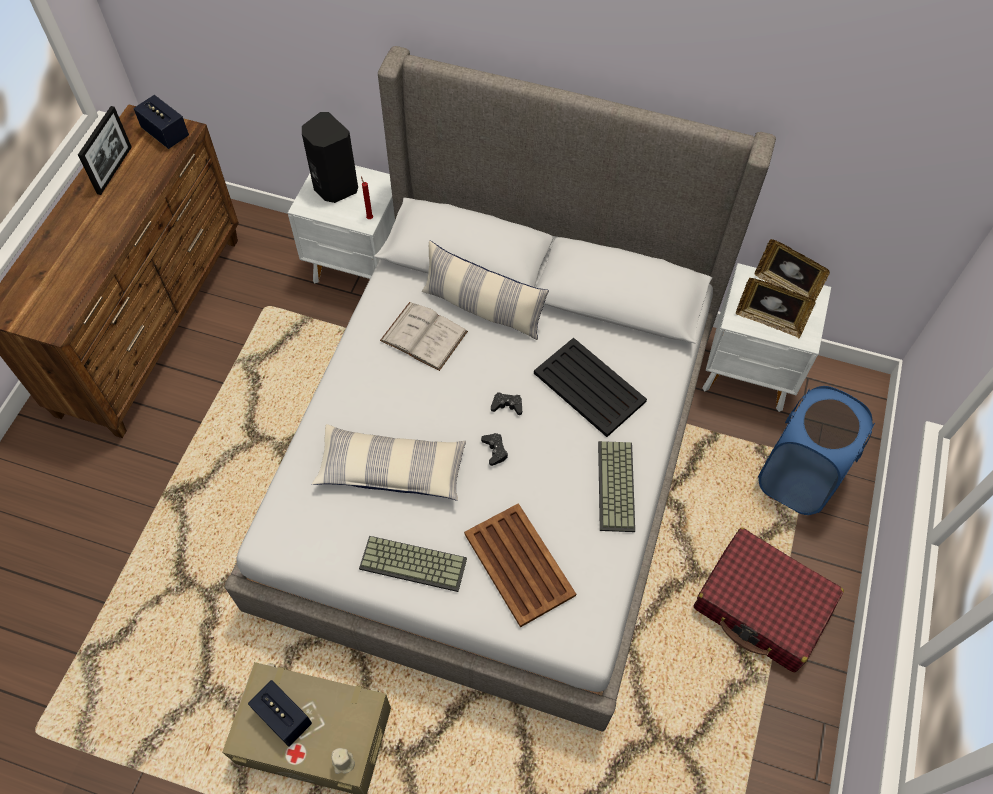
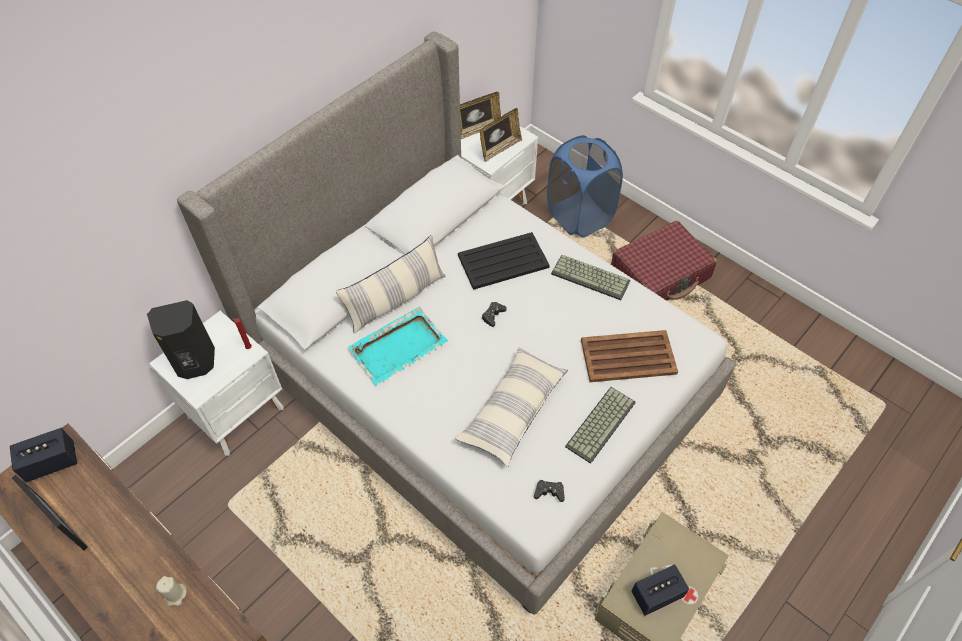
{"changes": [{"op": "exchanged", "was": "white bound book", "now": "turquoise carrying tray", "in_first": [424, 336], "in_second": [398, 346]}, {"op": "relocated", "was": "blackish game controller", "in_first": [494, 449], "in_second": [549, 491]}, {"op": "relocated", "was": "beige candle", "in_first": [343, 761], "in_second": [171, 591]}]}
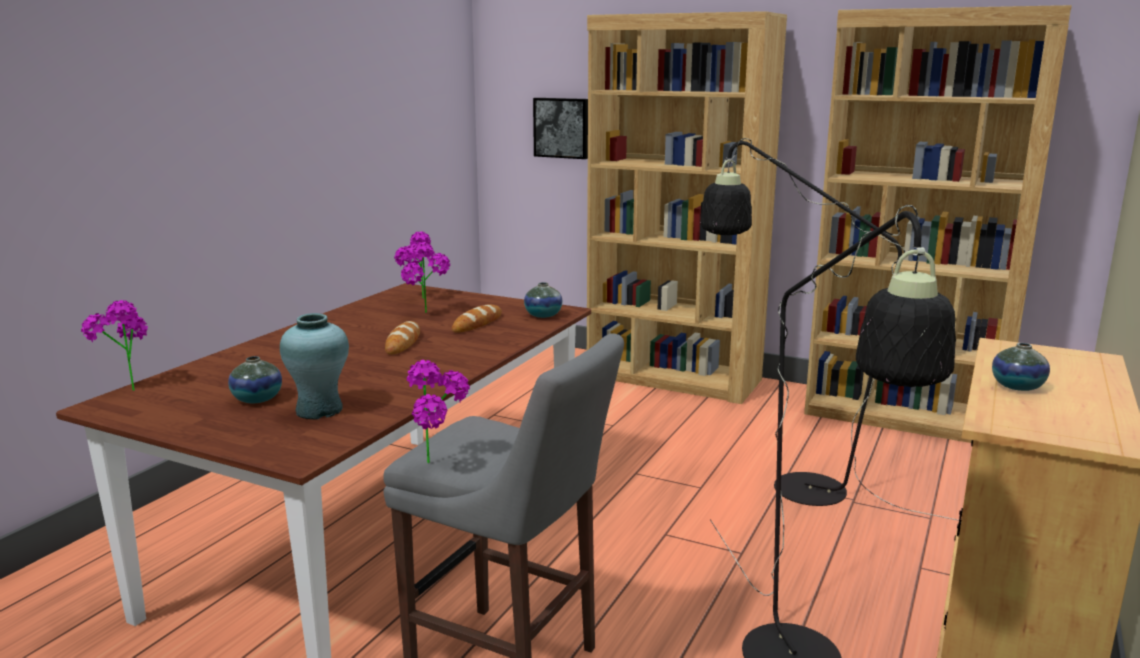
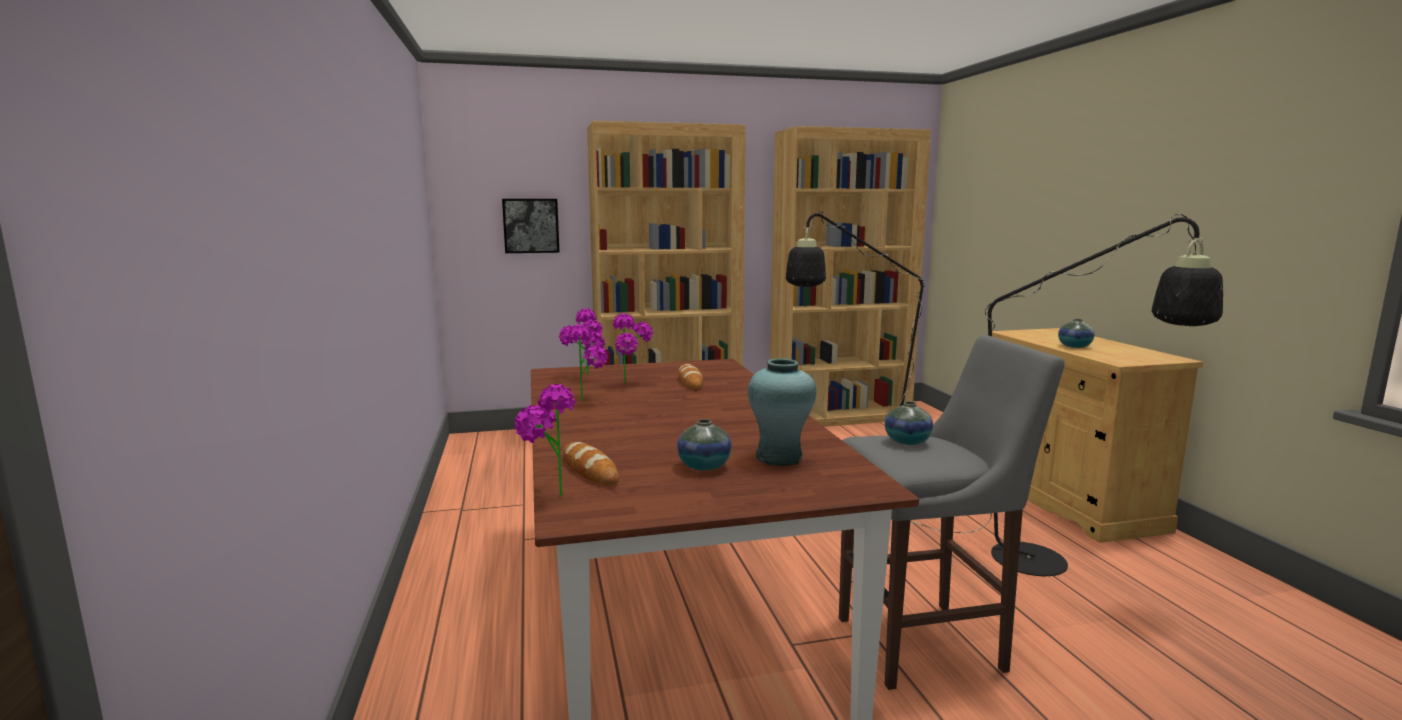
{"changes": [{"op": "relocated", "was": "decorative vase", "in_first": [543, 300], "in_second": [909, 423]}, {"op": "relocated", "was": "baked bread", "in_first": [402, 338], "in_second": [591, 464]}, {"op": "relocated", "was": "potted plant", "in_first": [438, 411], "in_second": [587, 362]}]}
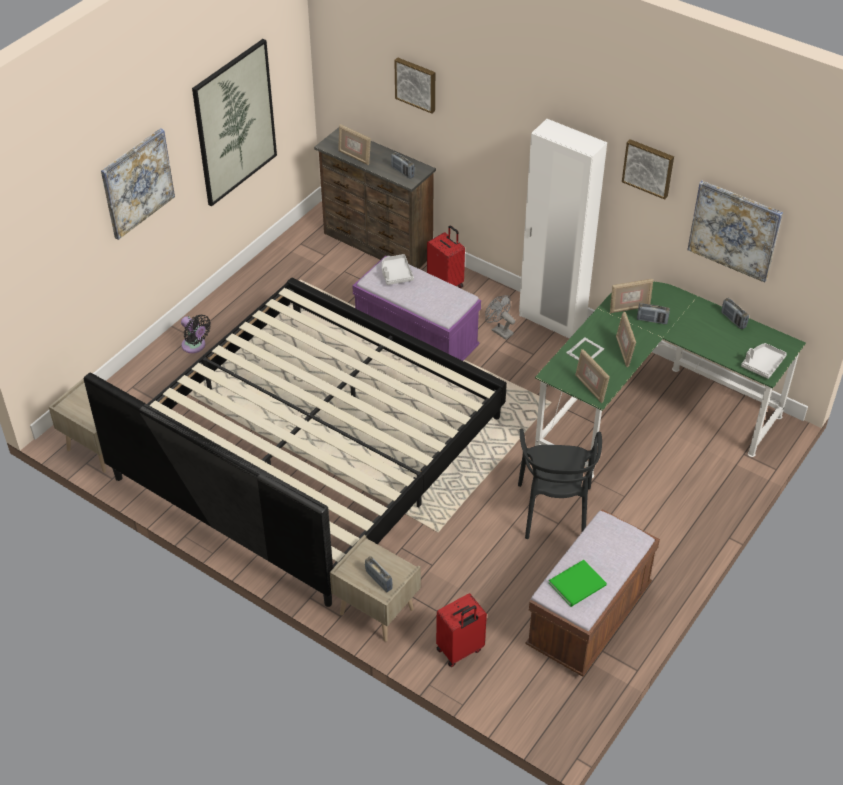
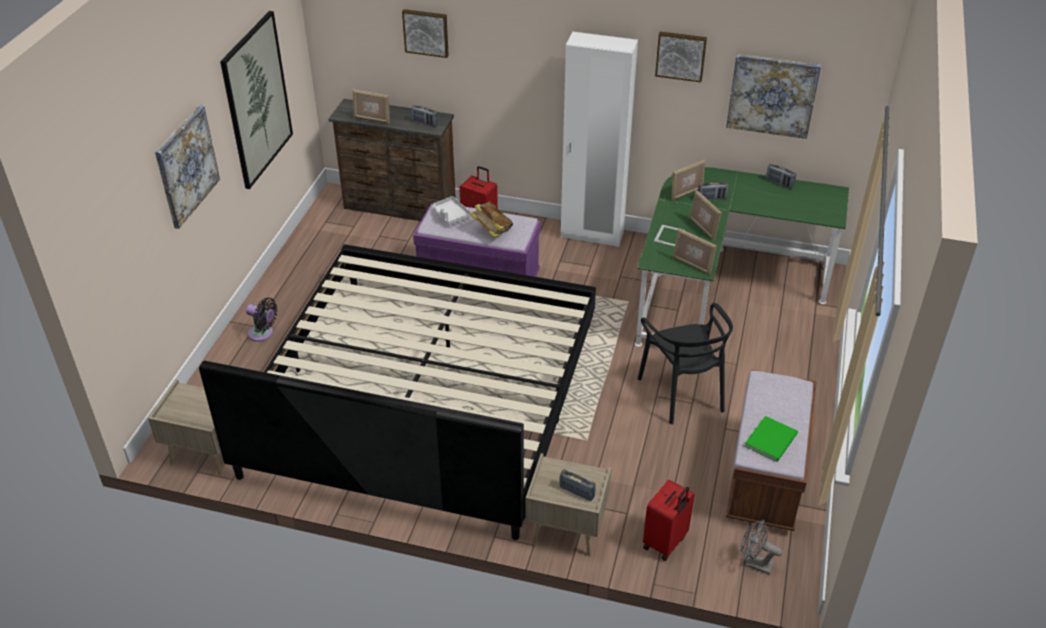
{"changes": [{"op": "relocated", "was": "gray electric fan", "in_first": [500, 317], "in_second": [762, 547]}, {"op": "missing", "was": "gray carrying tray", "in_first": [764, 361]}, {"op": "appeared", "now": "bound book", "in_second": [491, 220]}]}
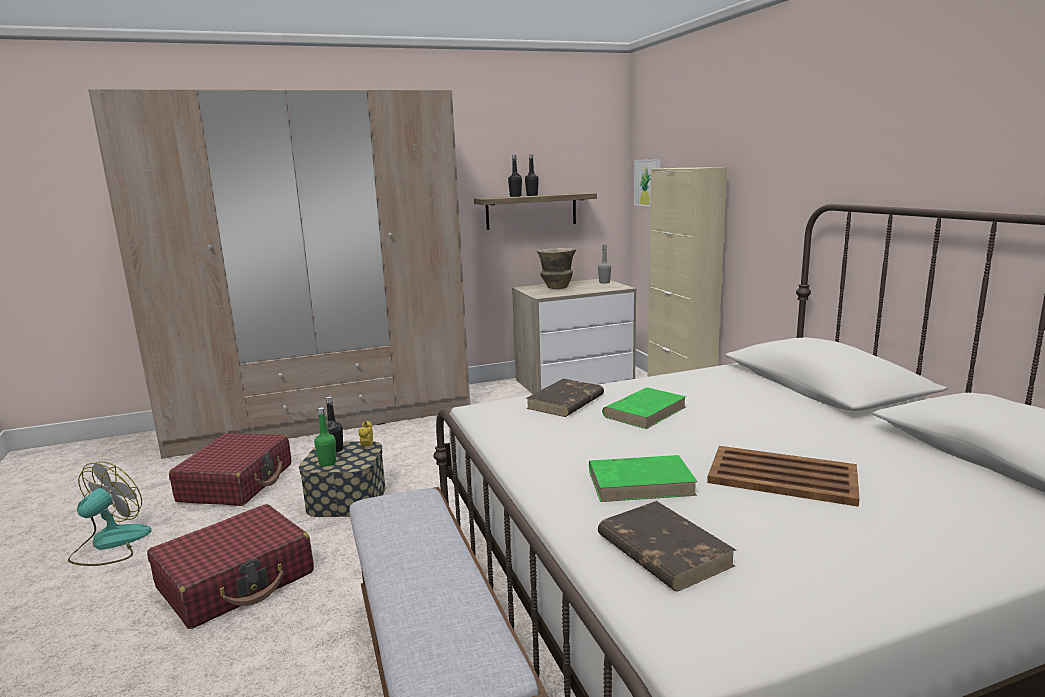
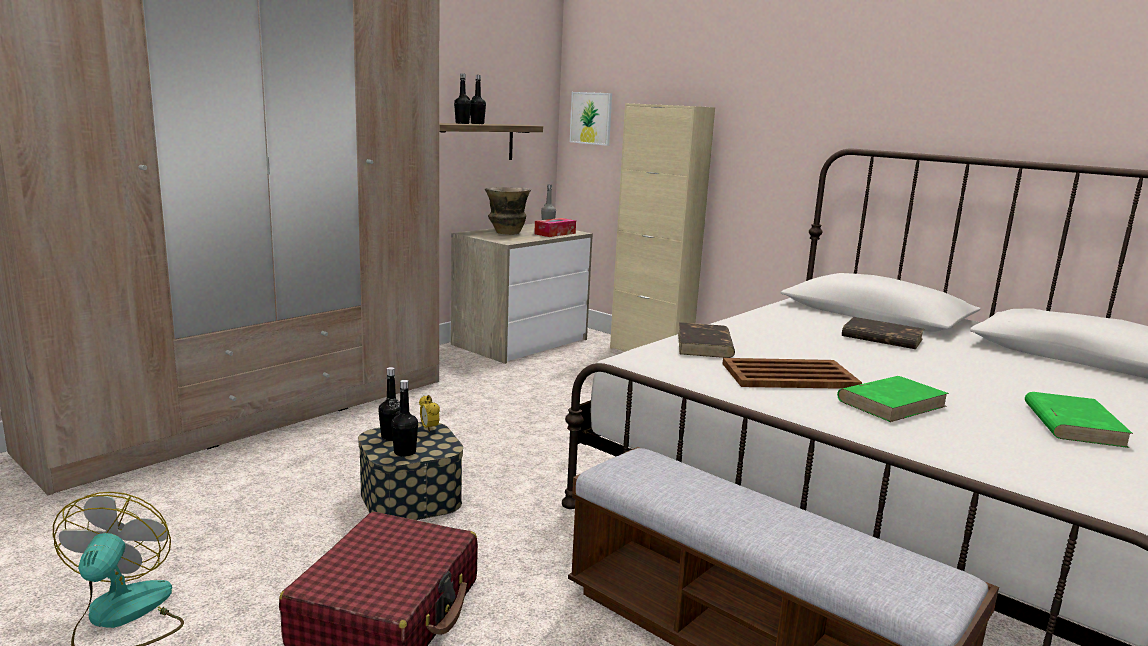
{"changes": [{"op": "relocated", "was": "green-coloured bound book", "in_first": [644, 408], "in_second": [1079, 420]}, {"op": "colour", "was": "green-coloured drink bottle", "now": "blackish drink bottle", "in_first": [325, 437], "in_second": [404, 418]}, {"op": "missing", "was": "reddish suitcase", "in_first": [230, 469]}, {"op": "relocated", "was": "brown carrying tray", "in_first": [783, 476], "in_second": [792, 373]}, {"op": "relocated", "was": "brown bound book", "in_first": [667, 546], "in_second": [883, 333]}, {"op": "appeared", "now": "tissue holder", "in_second": [555, 227]}]}
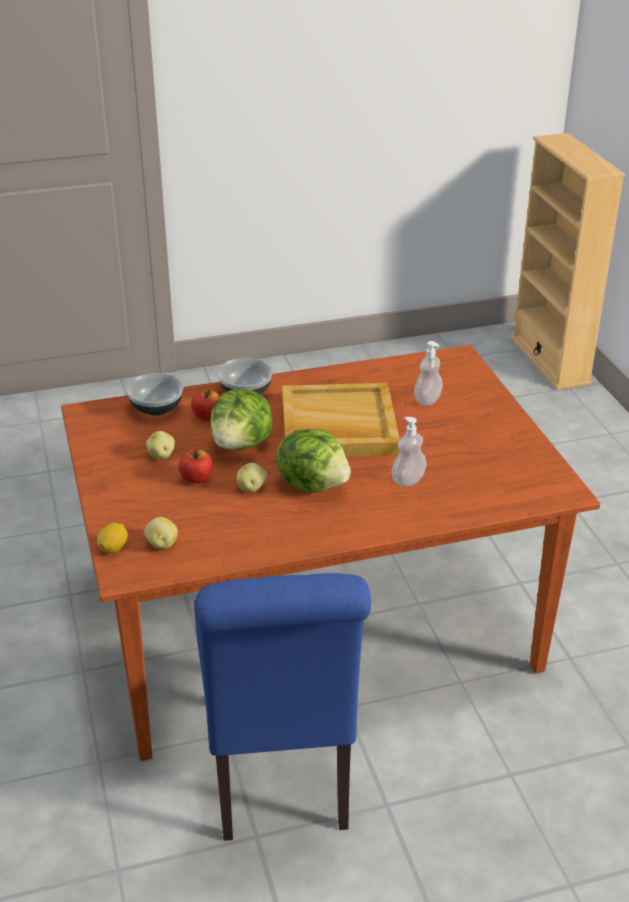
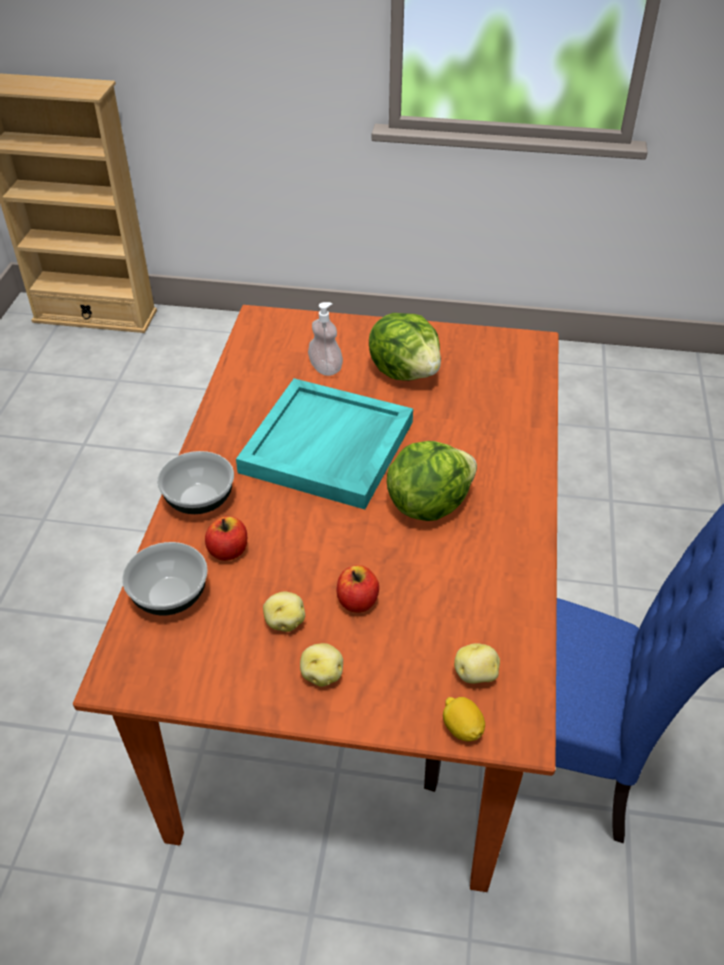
{"changes": [{"op": "colour", "was": "beige carrying tray", "now": "turquoise carrying tray", "in_first": [341, 420], "in_second": [324, 444]}, {"op": "relocated", "was": "lettuce head", "in_first": [241, 419], "in_second": [405, 347]}, {"op": "missing", "was": "liquid soap bottle", "in_first": [409, 452]}, {"op": "relocated", "was": "whole potato", "in_first": [252, 477], "in_second": [321, 665]}]}
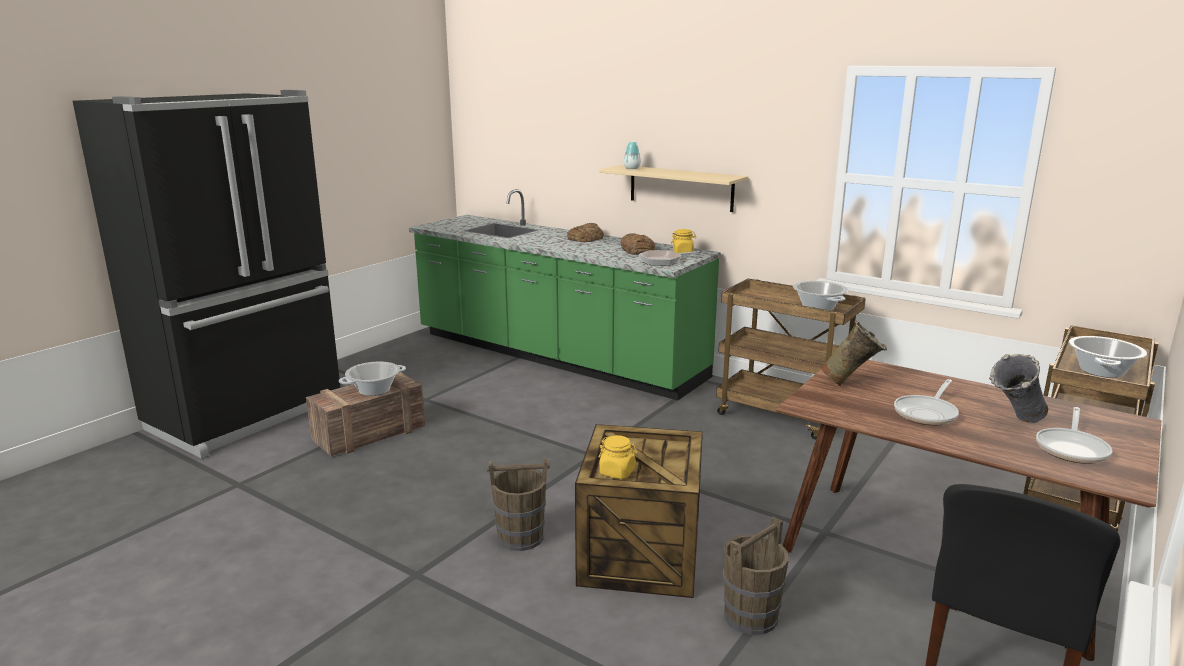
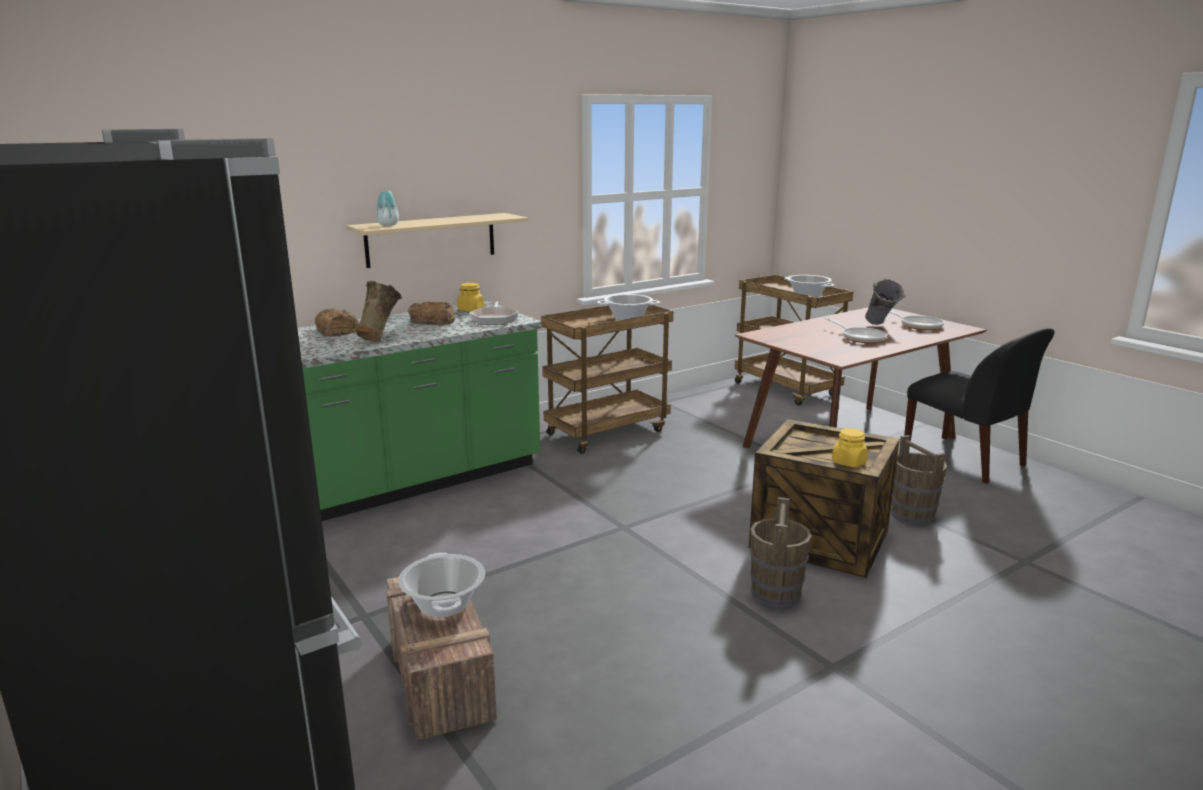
{"changes": [{"op": "relocated", "was": "beige decorative vase", "in_first": [853, 353], "in_second": [379, 311]}]}
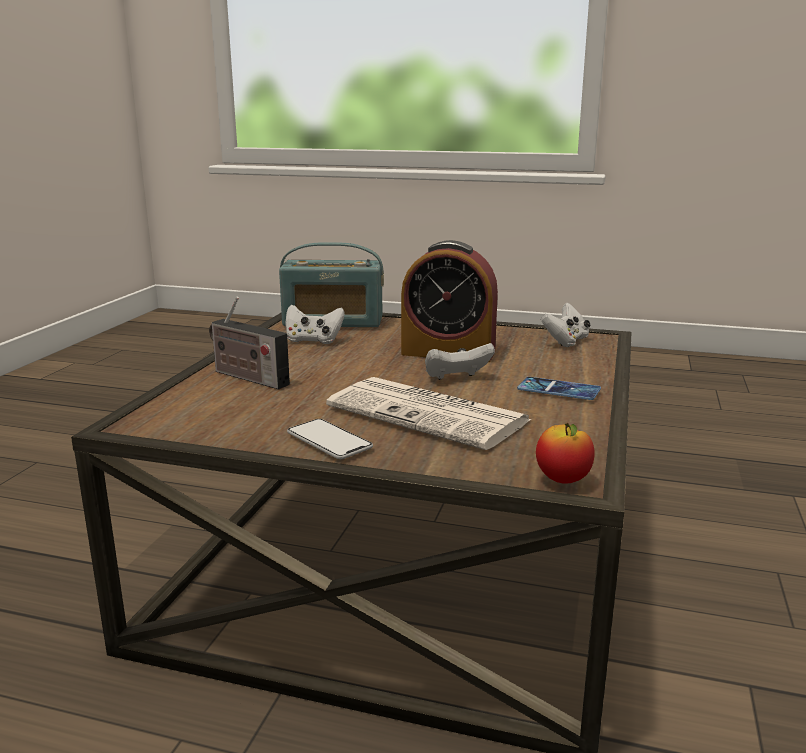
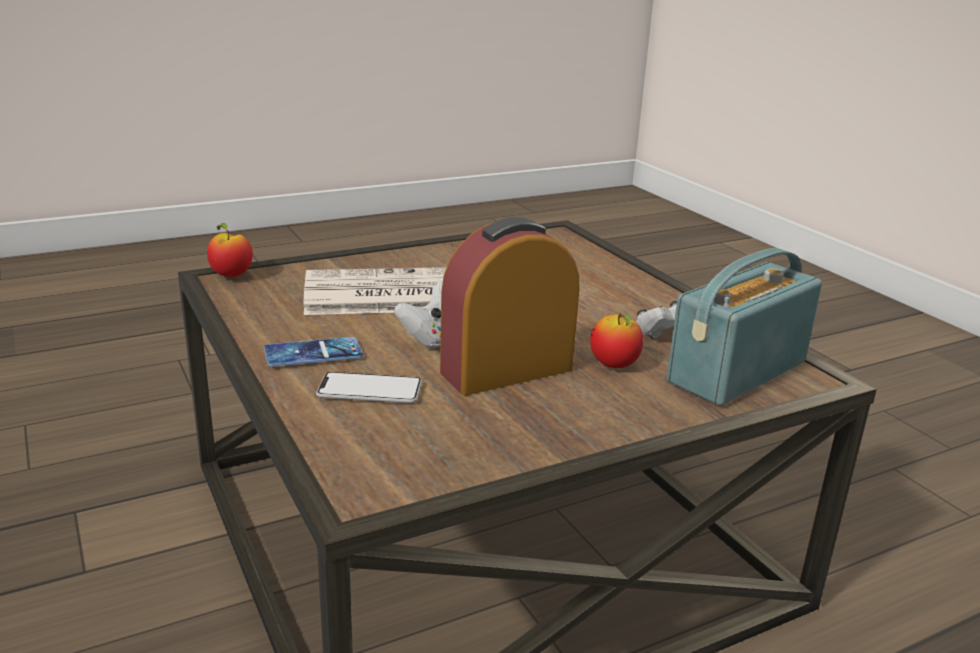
{"changes": [{"op": "missing", "was": "radio receiver", "in_first": [249, 343]}, {"op": "missing", "was": "white game controller", "in_first": [566, 325]}, {"op": "relocated", "was": "phone", "in_first": [330, 439], "in_second": [369, 387]}, {"op": "appeared", "now": "whole apple", "in_second": [616, 340]}]}
